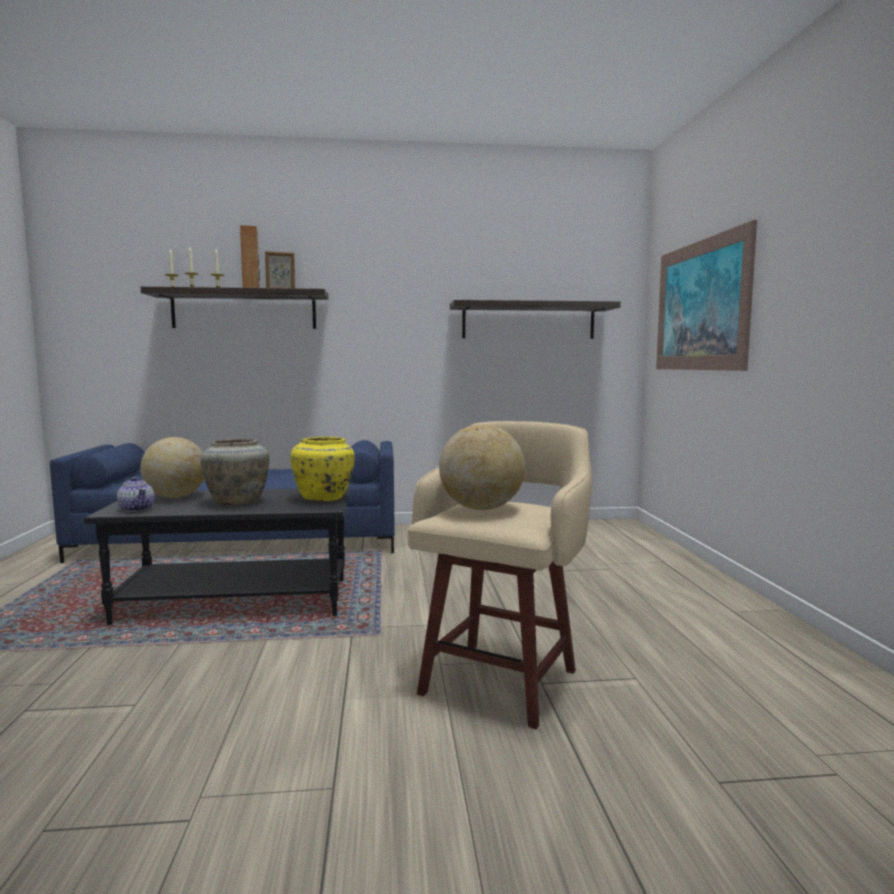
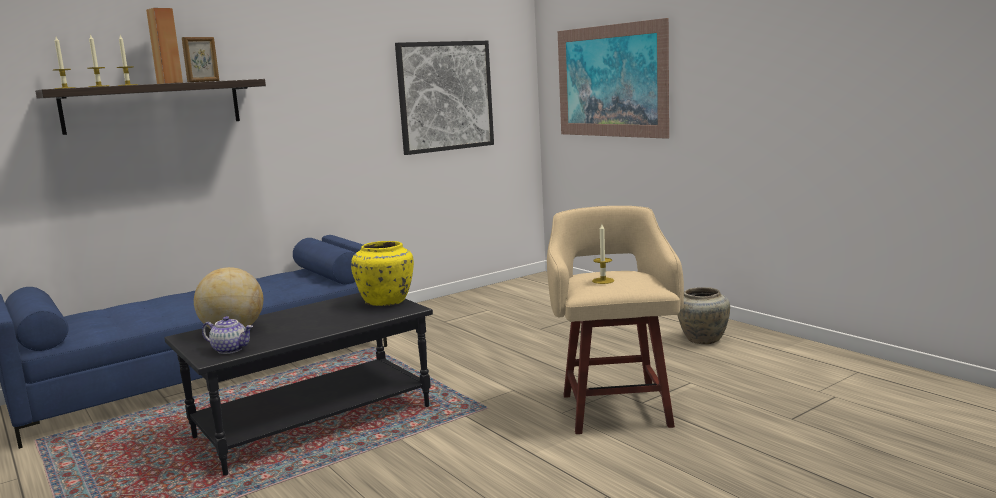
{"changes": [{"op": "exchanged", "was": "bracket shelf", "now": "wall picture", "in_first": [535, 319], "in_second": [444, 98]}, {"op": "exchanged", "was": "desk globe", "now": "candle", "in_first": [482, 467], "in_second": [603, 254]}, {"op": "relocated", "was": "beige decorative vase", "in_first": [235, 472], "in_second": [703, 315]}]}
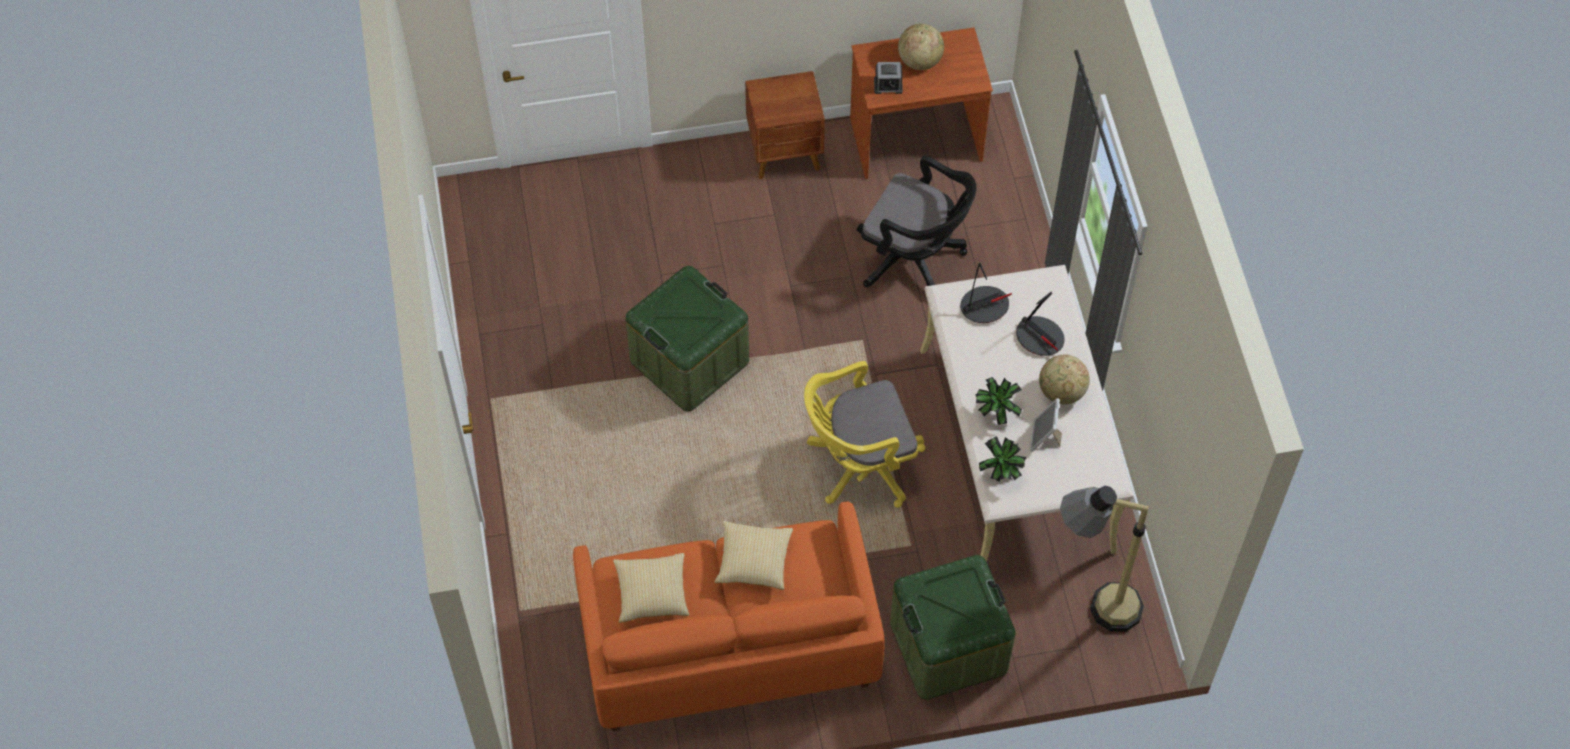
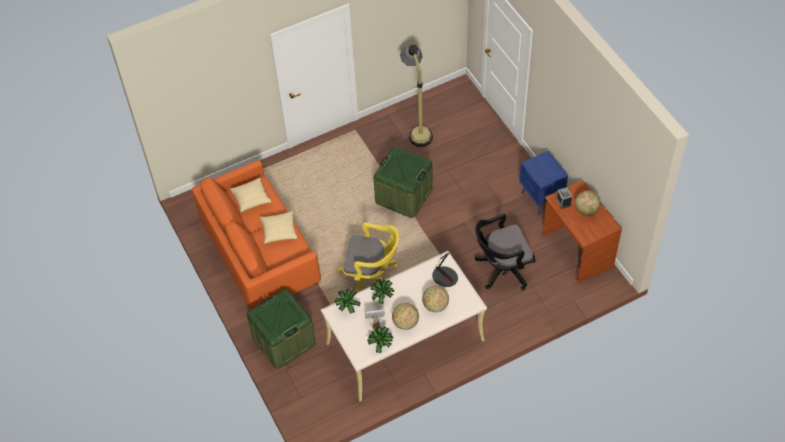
{"changes": [{"op": "colour", "was": "brown bedside table", "now": "blue bedside table", "in_first": [785, 125], "in_second": [543, 182]}, {"op": "spun", "was": "blackish computer chair", "in_first": [916, 227], "in_second": [505, 252], "clockwise": 60}, {"op": "exchanged", "was": "lamp for a table", "now": "desk globe", "in_first": [1040, 324], "in_second": [435, 299]}, {"op": "spun", "was": "yellowish computer chair", "in_first": [864, 434], "in_second": [368, 257], "clockwise": 135}, {"op": "relocated", "was": "standard lamp", "in_first": [1104, 559], "in_second": [416, 96]}, {"op": "appeared", "now": "potted plant", "in_second": [380, 339]}]}
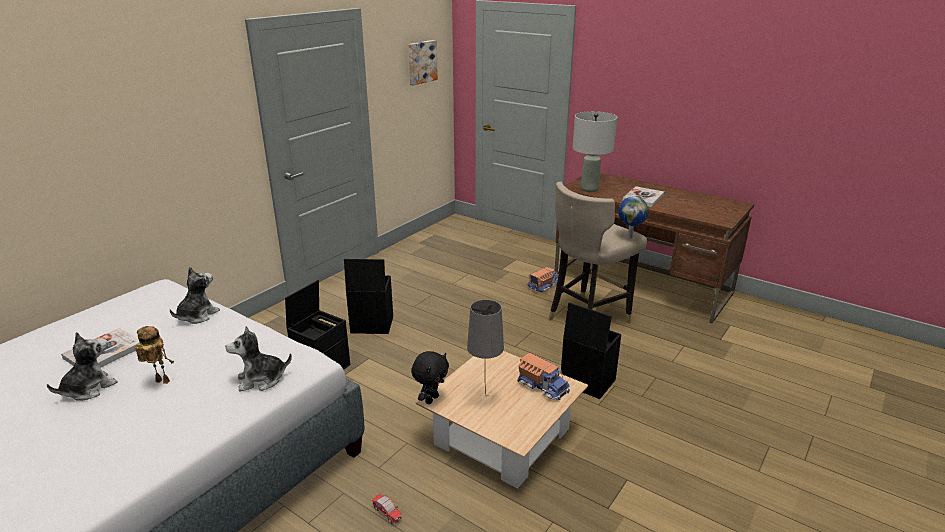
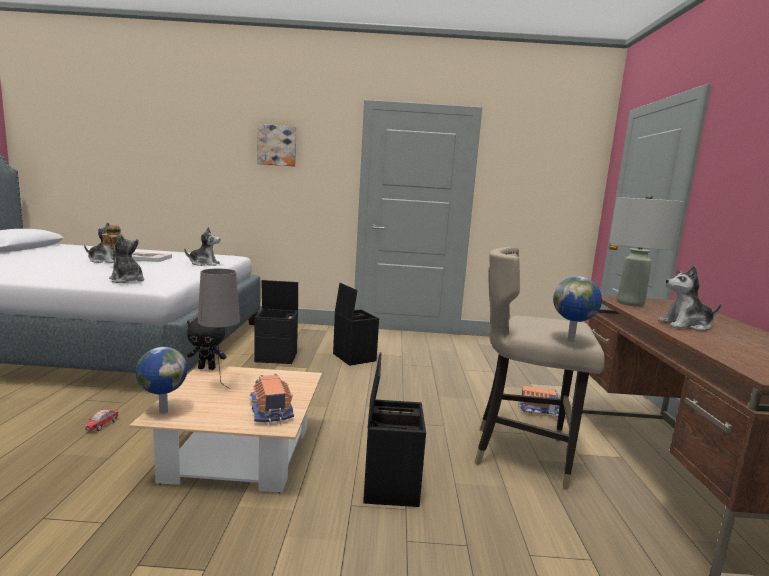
{"changes": [{"op": "relocated", "was": "wall picture", "in_first": [423, 62], "in_second": [276, 145]}, {"op": "exchanged", "was": "bound book", "now": "soft toy", "in_first": [643, 196], "in_second": [690, 298]}, {"op": "spun", "was": "toy lorry", "in_first": [543, 377], "in_second": [271, 400], "clockwise": 150}, {"op": "appeared", "now": "desk globe", "in_second": [162, 380]}]}
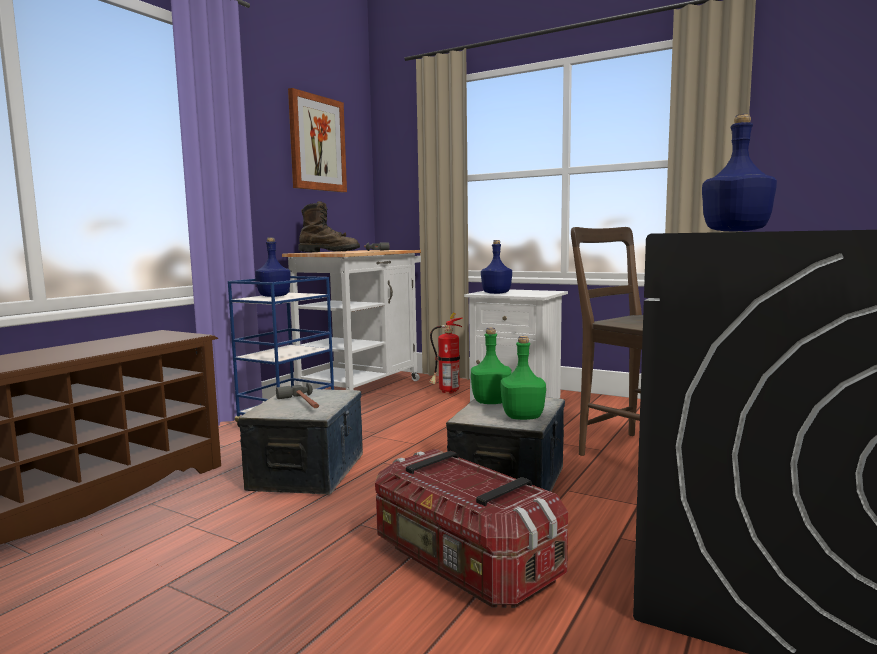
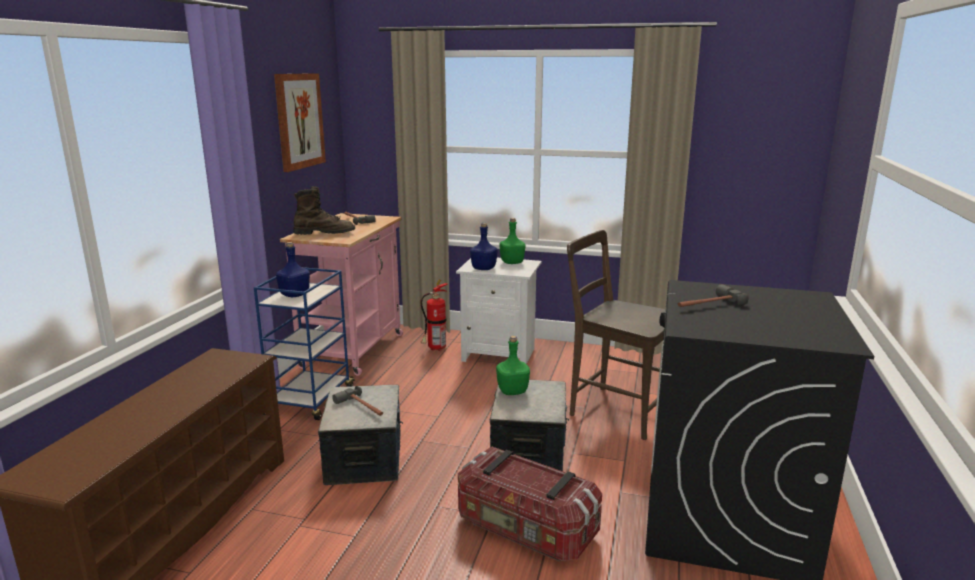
{"changes": [{"op": "exchanged", "was": "blue drink bottle", "now": "tool hammer", "in_first": [739, 172], "in_second": [713, 295]}, {"op": "colour", "was": "white wheeled cart", "now": "pink-coloured wheeled cart", "in_first": [351, 320], "in_second": [341, 294]}, {"op": "relocated", "was": "green-coloured drink bottle", "in_first": [523, 378], "in_second": [512, 241]}]}
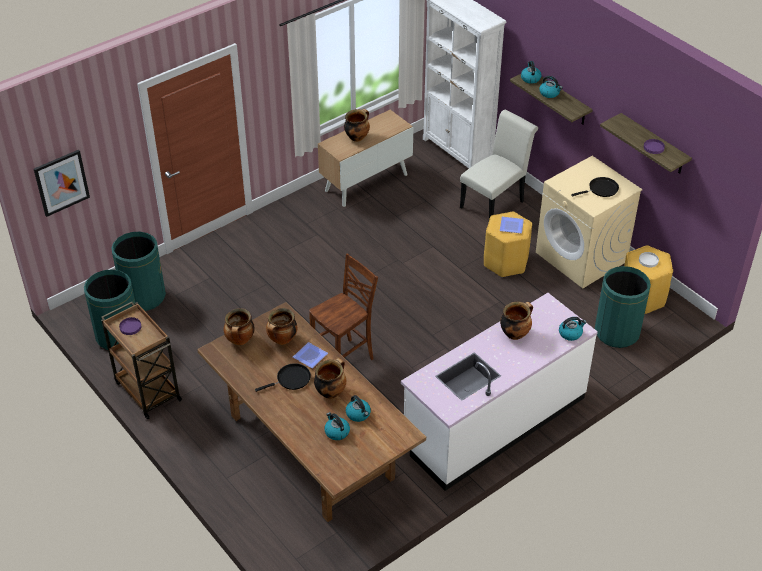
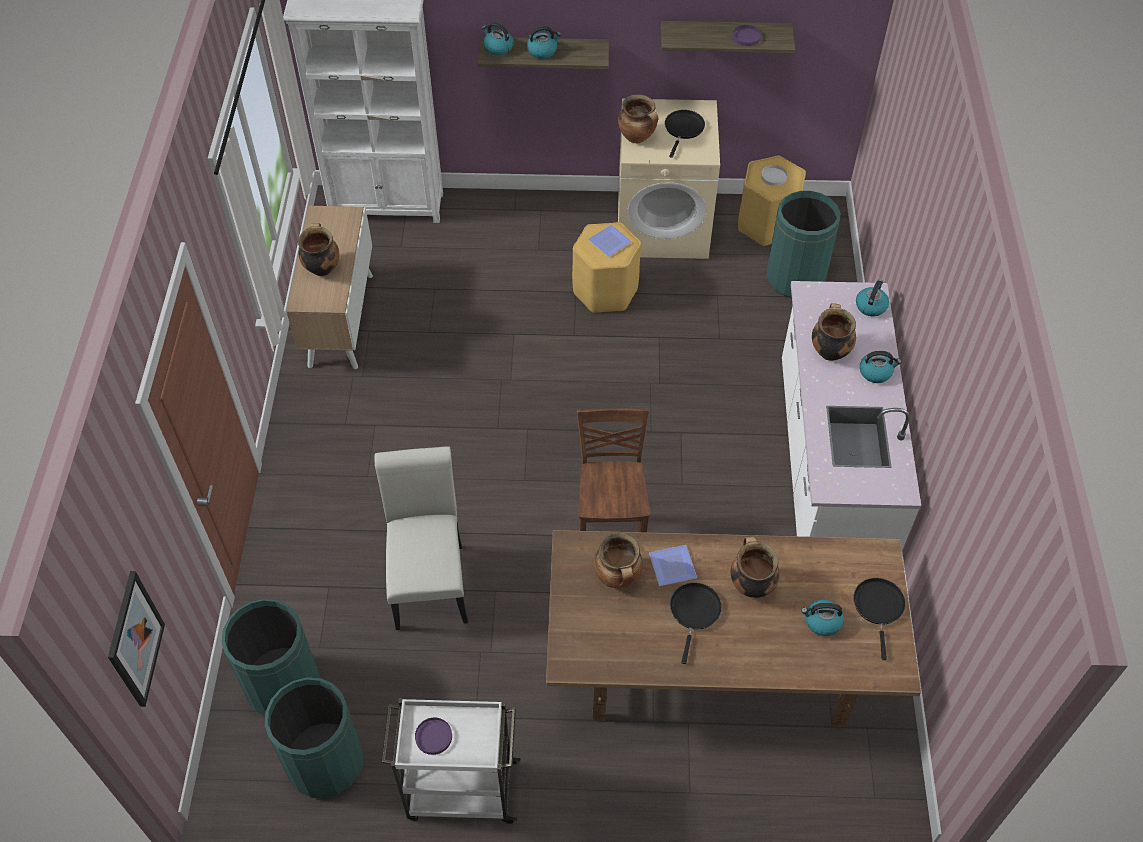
{"changes": [{"op": "relocated", "was": "white chair", "in_first": [499, 164], "in_second": [421, 538]}, {"op": "colour", "was": "brown wheeled cart", "now": "white wheeled cart", "in_first": [141, 361], "in_second": [451, 761]}, {"op": "relocated", "was": "cooking pot", "in_first": [239, 326], "in_second": [638, 118]}, {"op": "relocated", "was": "water kettle", "in_first": [358, 408], "in_second": [880, 367]}, {"op": "appeared", "now": "blackish skillet", "in_second": [879, 619]}]}
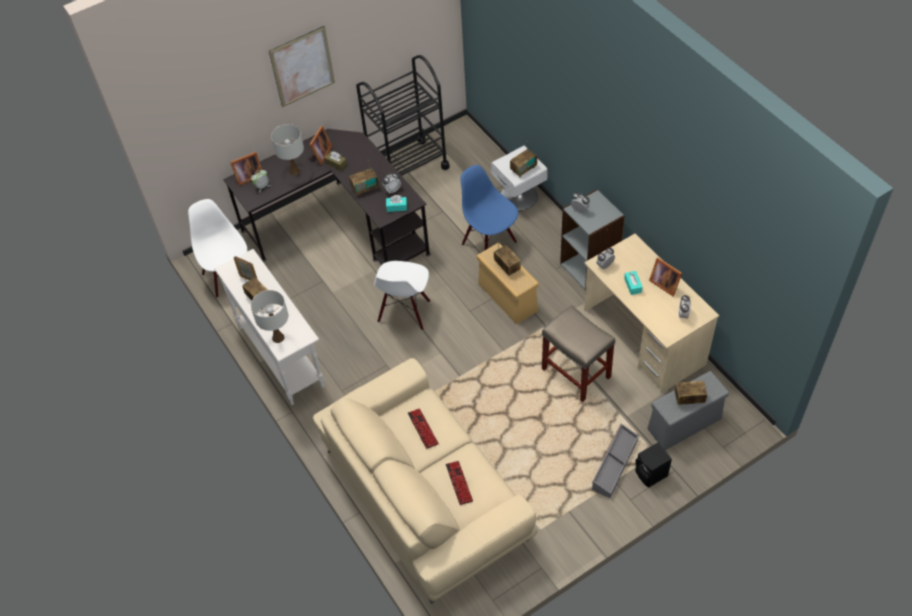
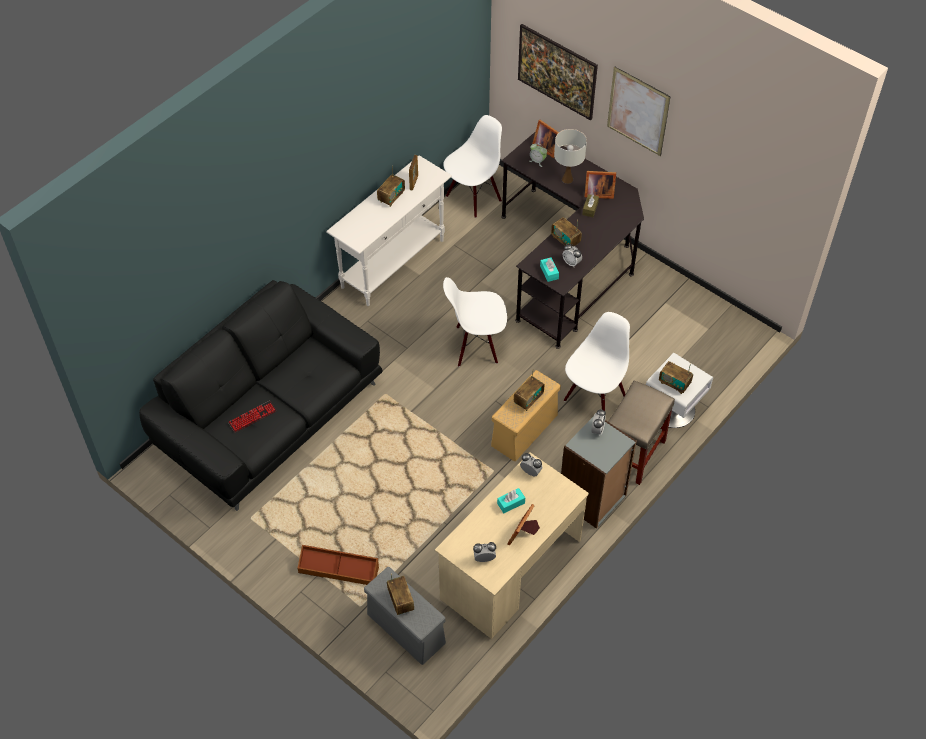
{"changes": [{"op": "missing", "was": "blackish wheeled cart", "in_first": [403, 115]}, {"op": "colour", "was": "blue chair", "now": "white chair", "in_first": [489, 207], "in_second": [597, 361]}, {"op": "missing", "was": "white lamp for a table", "in_first": [269, 316]}, {"op": "relocated", "was": "beige sitting stool", "in_first": [578, 353], "in_second": [641, 432]}, {"op": "colour", "was": "beige settee", "now": "blackish settee", "in_first": [425, 481], "in_second": [261, 395]}, {"op": "missing", "was": "keyboard", "in_first": [423, 428]}, {"op": "colour", "was": "gray storage bin", "now": "brown storage bin", "in_first": [615, 461], "in_second": [338, 565]}, {"op": "missing", "was": "blackish loudspeaker", "in_first": [653, 465]}, {"op": "appeared", "now": "wall picture", "in_second": [558, 72]}]}
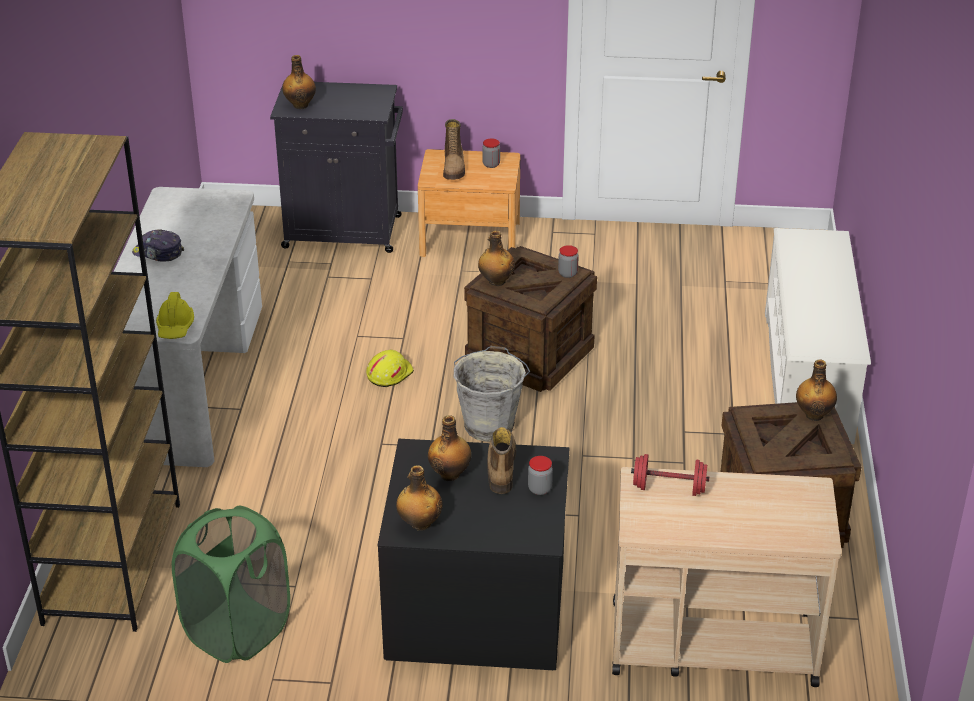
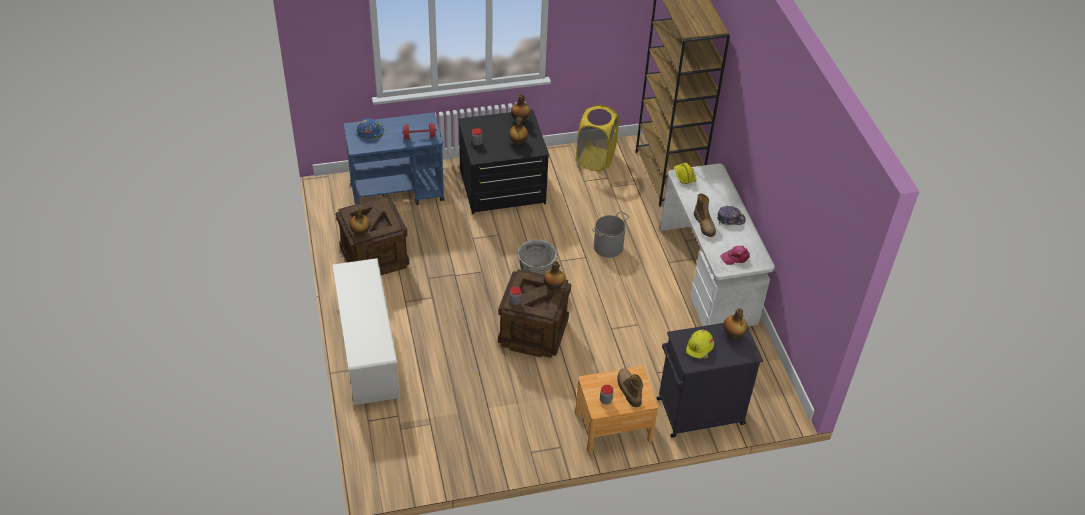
{"changes": [{"op": "relocated", "was": "yellowish work helmet", "in_first": [390, 368], "in_second": [700, 344]}, {"op": "relocated", "was": "tall boot", "in_first": [501, 460], "in_second": [705, 215]}, {"op": "colour", "was": "beige wheeled cart", "now": "blue wheeled cart", "in_first": [727, 577], "in_second": [394, 159]}, {"op": "colour", "was": "green-coloured washing basket", "now": "yellowish washing basket", "in_first": [231, 584], "in_second": [597, 138]}, {"op": "appeared", "now": "blue work helmet", "in_second": [370, 128]}, {"op": "appeared", "now": "gray pail", "in_second": [611, 234]}, {"op": "appeared", "now": "pink-coloured peaked cap", "in_second": [735, 255]}]}
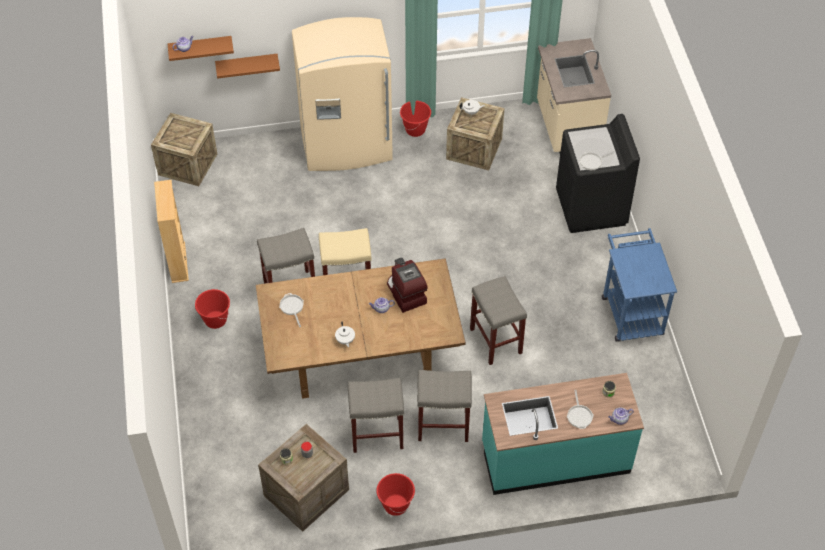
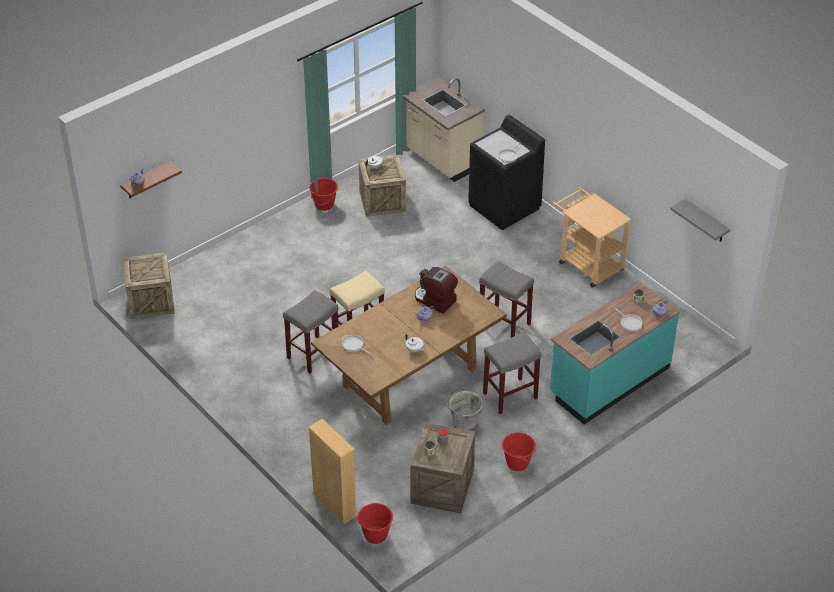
{"changes": [{"op": "missing", "was": "beige kitchen fridge", "in_first": [342, 94]}, {"op": "missing", "was": "brown bracket shelf", "in_first": [247, 66]}, {"op": "relocated", "was": "beige bookcase", "in_first": [171, 231], "in_second": [333, 471]}, {"op": "colour", "was": "blue wheeled cart", "now": "beige wheeled cart", "in_first": [639, 285], "in_second": [592, 237]}, {"op": "relocated", "was": "reddish pail", "in_first": [212, 309], "in_second": [375, 523]}, {"op": "exchanged", "was": "gray sitting stool", "now": "gray pail", "in_first": [376, 415], "in_second": [465, 410]}, {"op": "appeared", "now": "gray bracket shelf", "in_second": [700, 220]}]}
